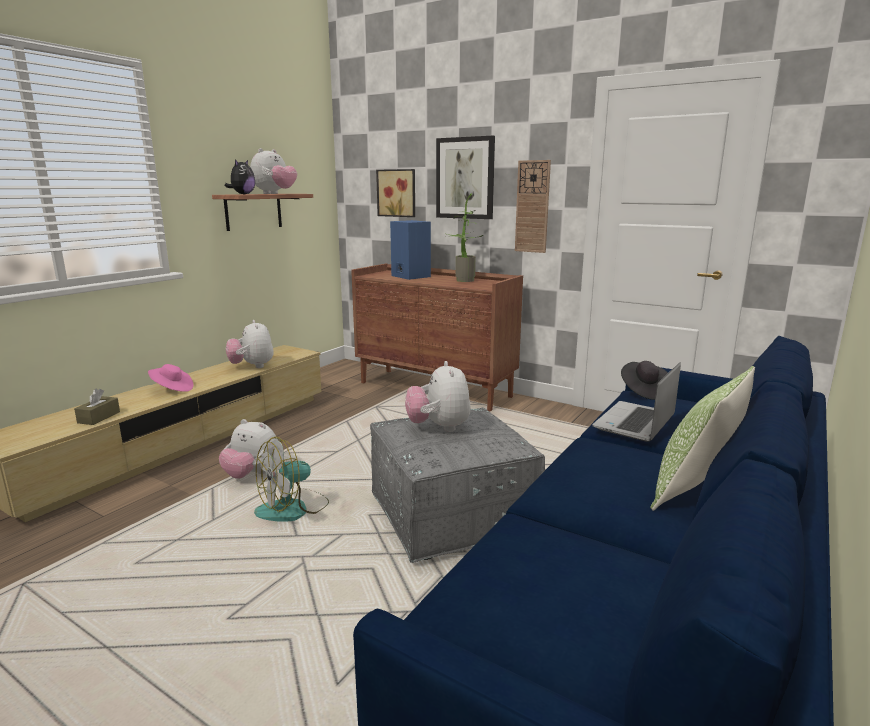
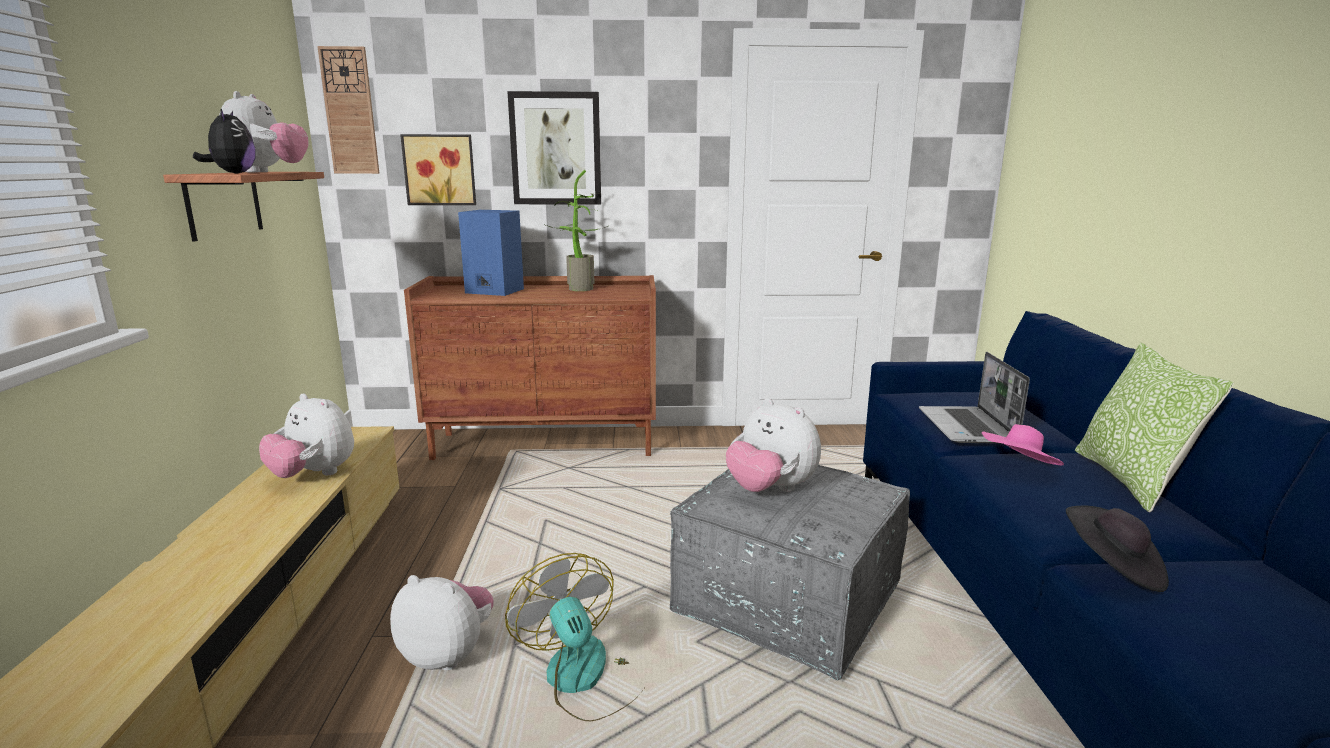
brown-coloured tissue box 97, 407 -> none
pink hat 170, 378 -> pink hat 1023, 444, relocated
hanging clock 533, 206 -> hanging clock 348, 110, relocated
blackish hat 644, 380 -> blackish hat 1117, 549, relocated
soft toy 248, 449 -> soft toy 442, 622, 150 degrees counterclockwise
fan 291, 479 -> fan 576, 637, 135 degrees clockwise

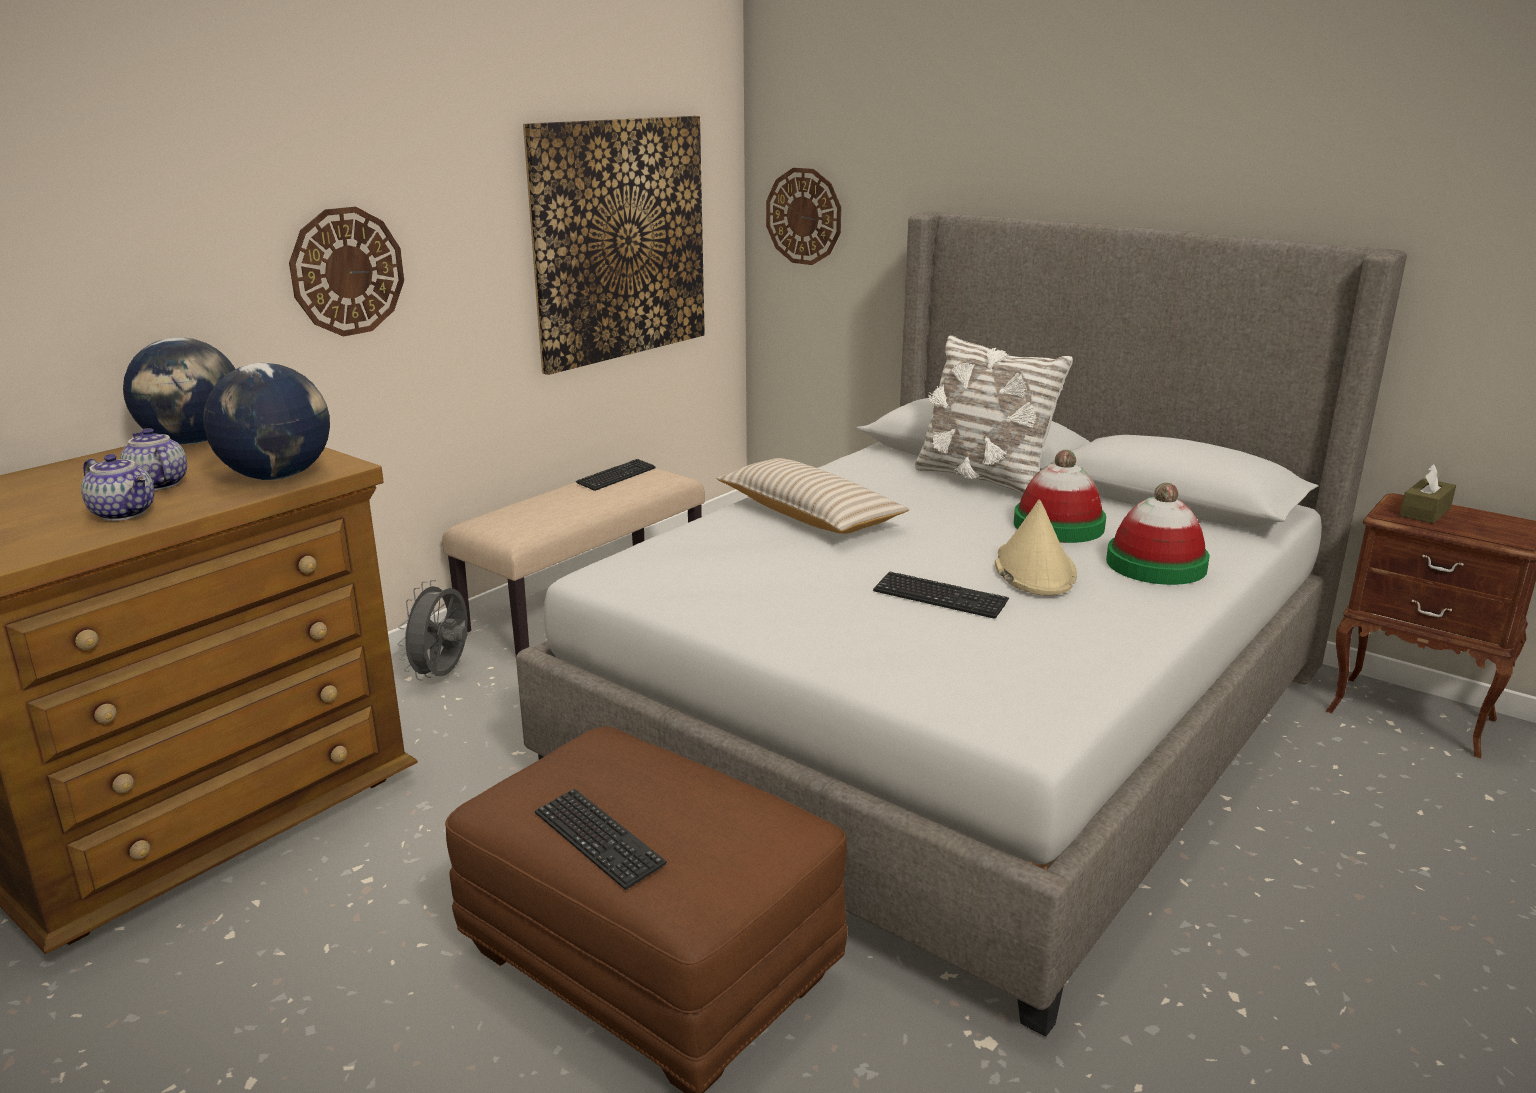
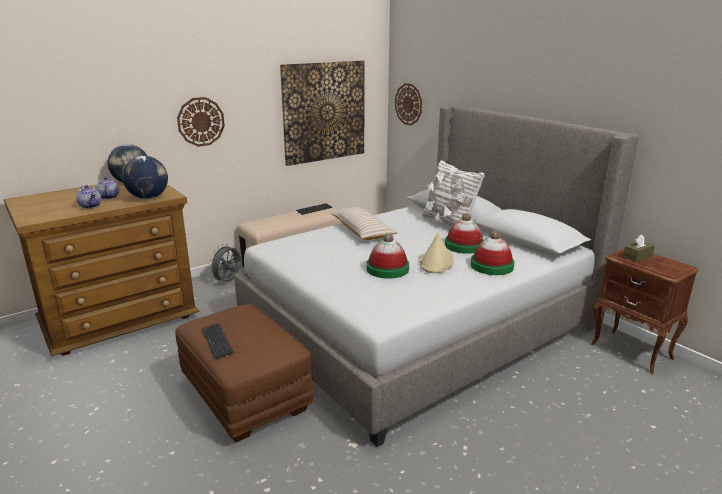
PC keyboard 941, 595 -> hat 387, 256

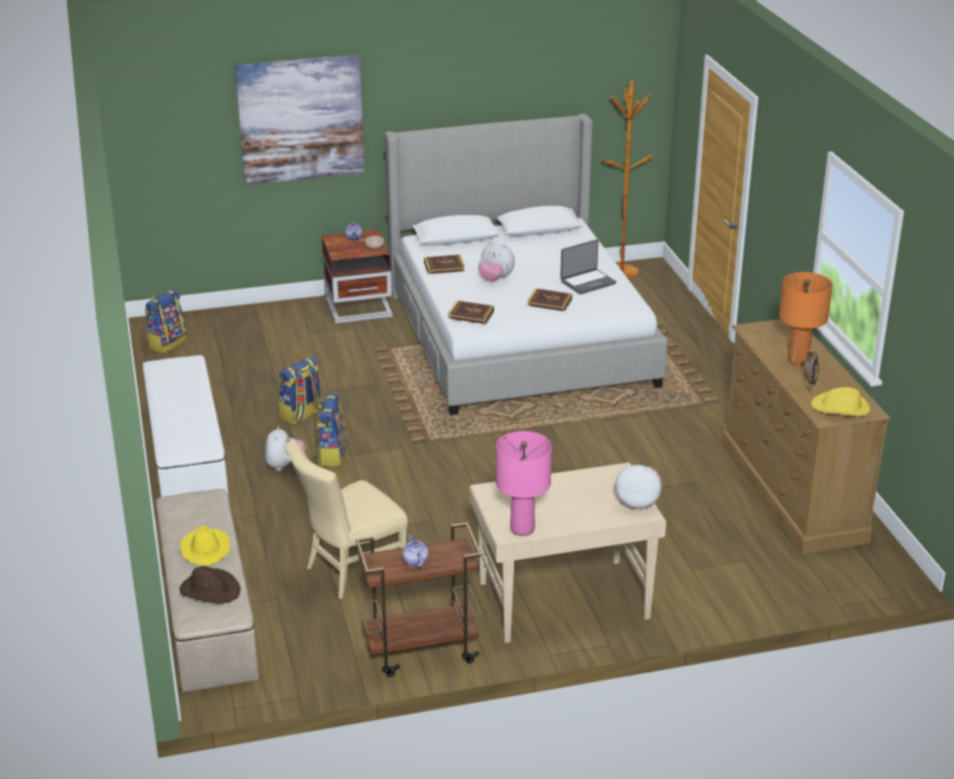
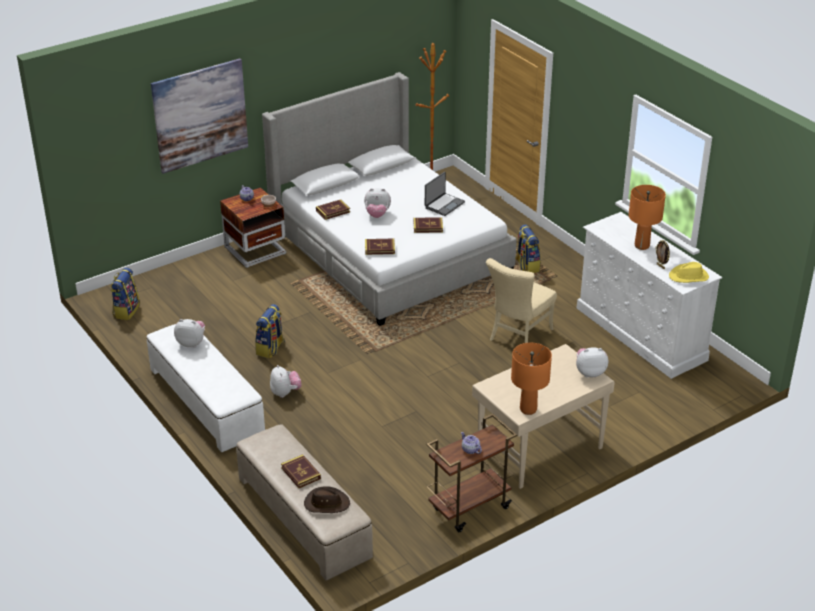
none -> soft toy 189, 333
sand-coloured upright chair 346, 520 -> sand-coloured upright chair 521, 300, relocated
backpack 330, 429 -> backpack 528, 248, relocated
yellowish hat 205, 545 -> bound book 301, 471
pink tabletop lamp 524, 483 -> orange-coloured tabletop lamp 531, 379
brown-coloured chest of drawers 805, 436 -> whitish chest of drawers 649, 295

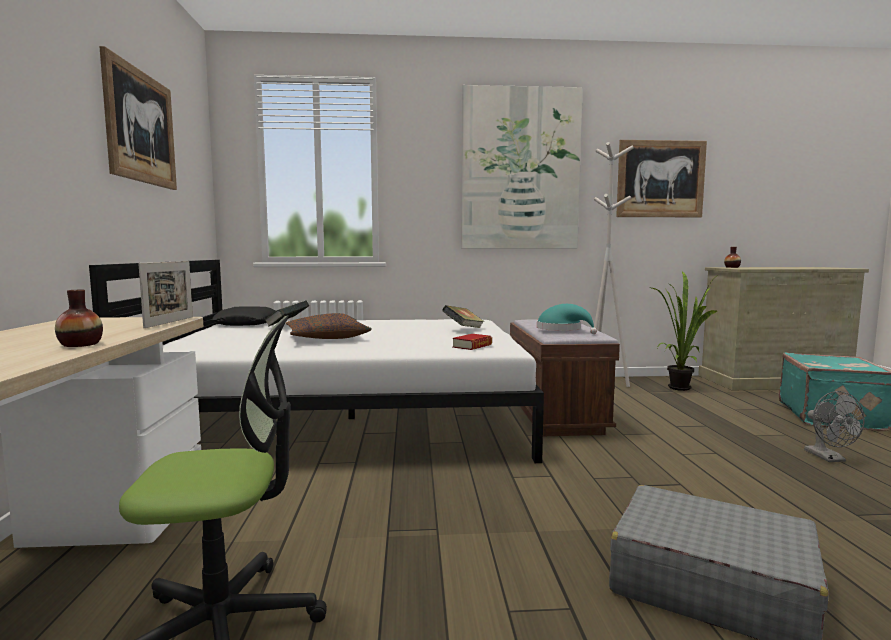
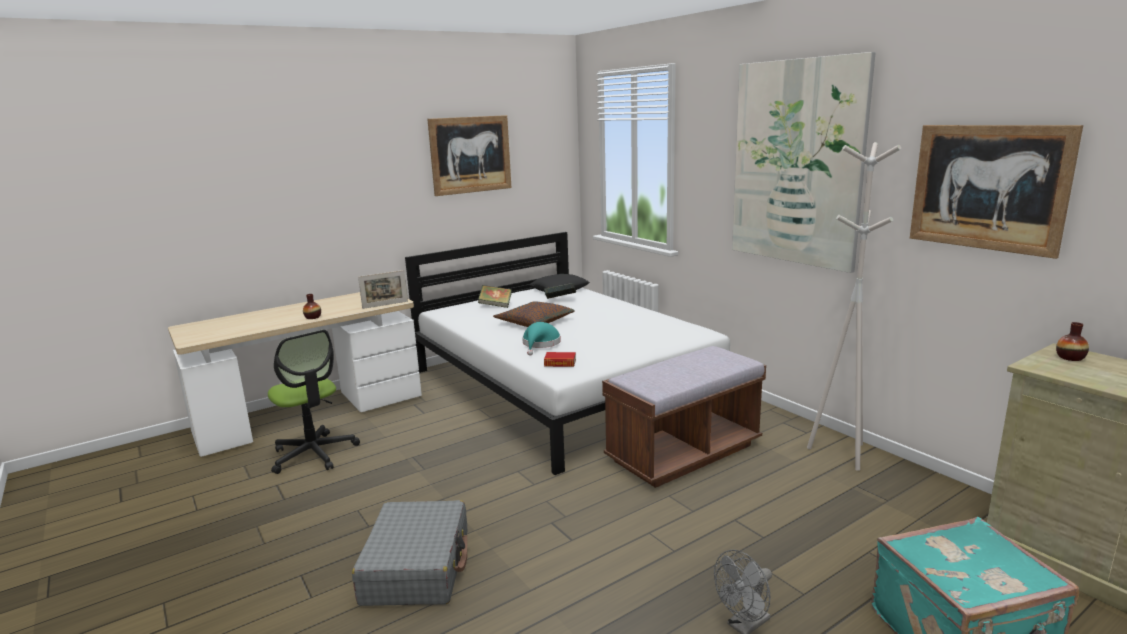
plant in a pot 683, 331 -> none
bound book 463, 316 -> bound book 495, 296, relocated
blue-green hat 567, 319 -> blue-green hat 541, 338, relocated

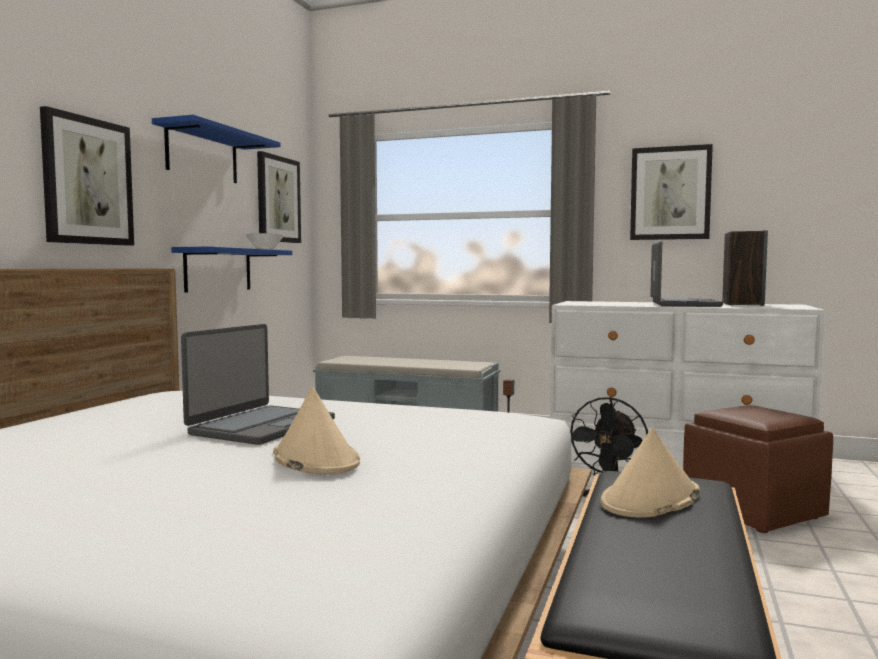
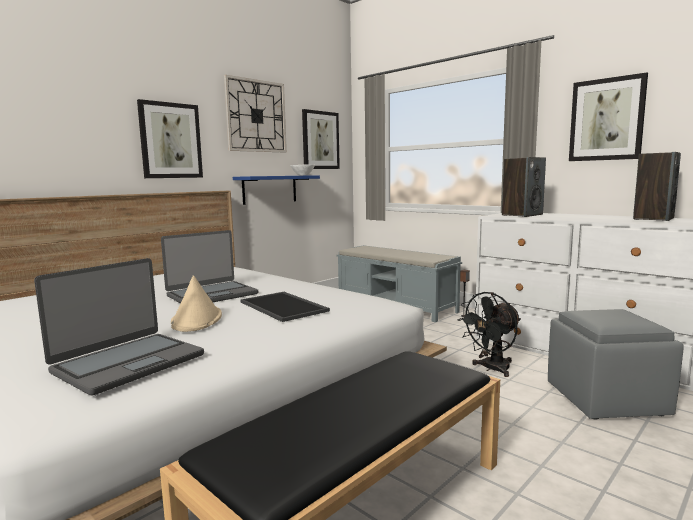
sand-coloured hat 650, 473 -> none
none -> serving tray 285, 307
none -> loudspeaker 524, 187
portable computer 686, 274 -> portable computer 119, 327, relocated
blue bracket shelf 216, 148 -> hanging clock 255, 114
brown-coloured footrest 758, 469 -> gray footrest 616, 364

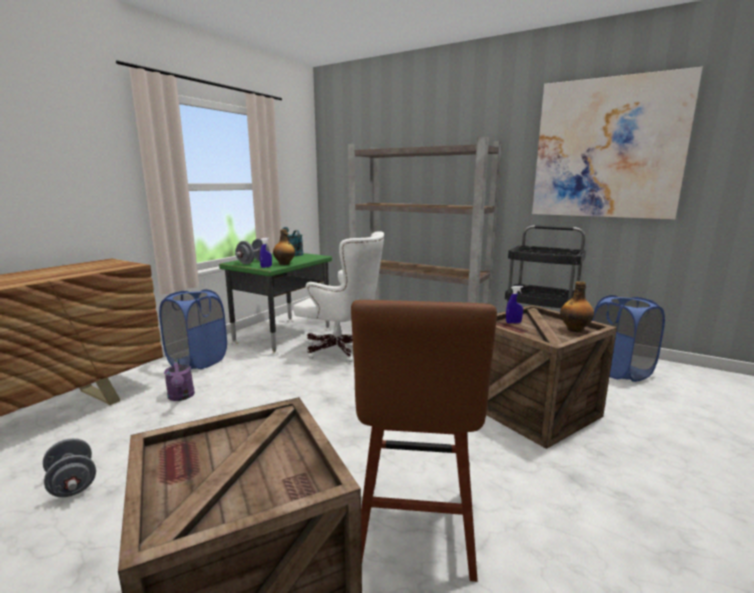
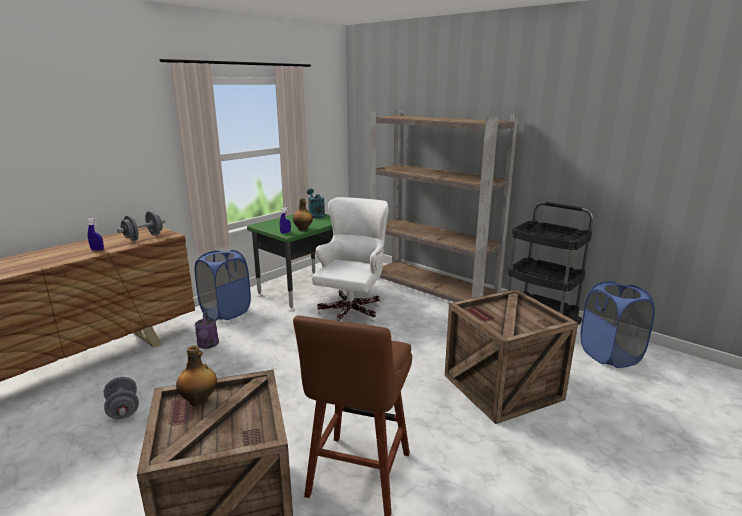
picture 617, 143 -> none
gray free weight 252, 251 -> gray free weight 141, 226, relocated
blue sprayer 514, 304 -> blue sprayer 95, 234, relocated
beverage bottle 577, 306 -> beverage bottle 196, 375, relocated
whitish office chair 338, 296 -> whitish office chair 350, 259, 105 degrees counterclockwise

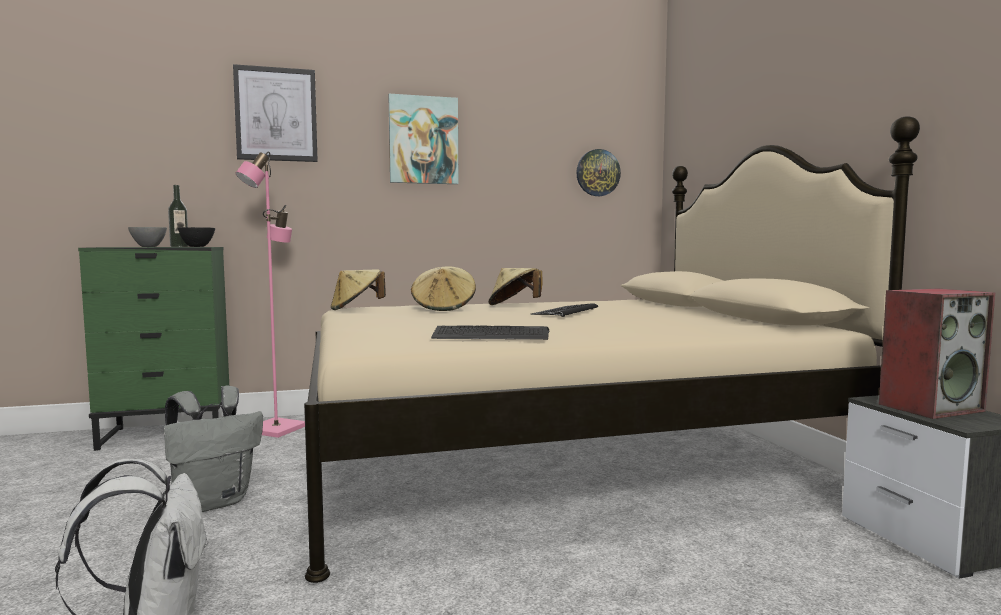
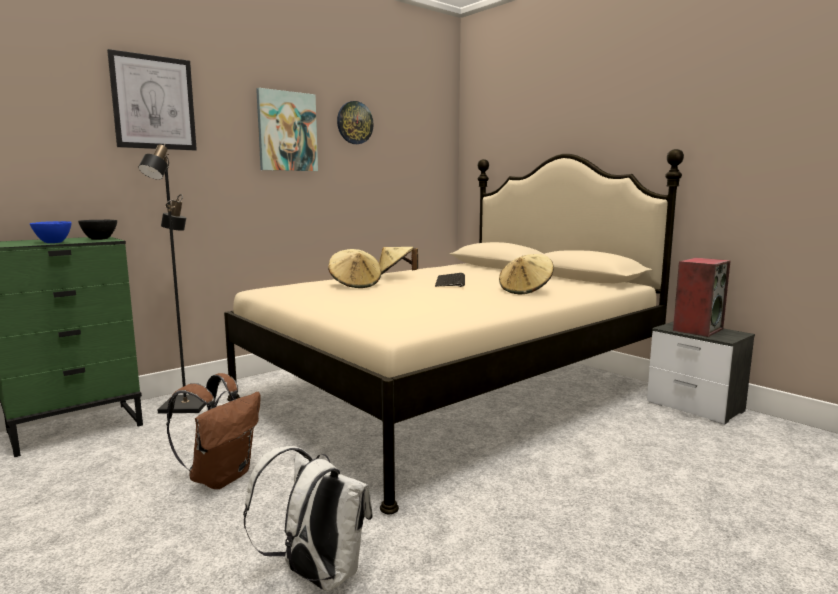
beverage bottle 178, 216 -> none
PC keyboard 490, 332 -> none
sand-coloured hat 358, 289 -> sand-coloured hat 526, 274, relocated
hanging clock 598, 172 -> hanging clock 355, 122, relocated
gray serving bowl 147, 237 -> blue serving bowl 51, 232
gray backpack 213, 449 -> brown-coloured backpack 213, 431
pink standing lamp 270, 294 -> blackish standing lamp 172, 278

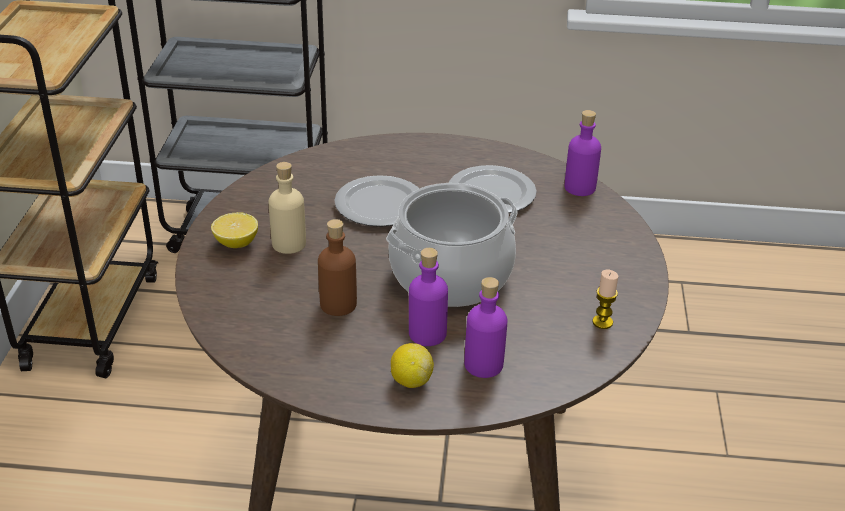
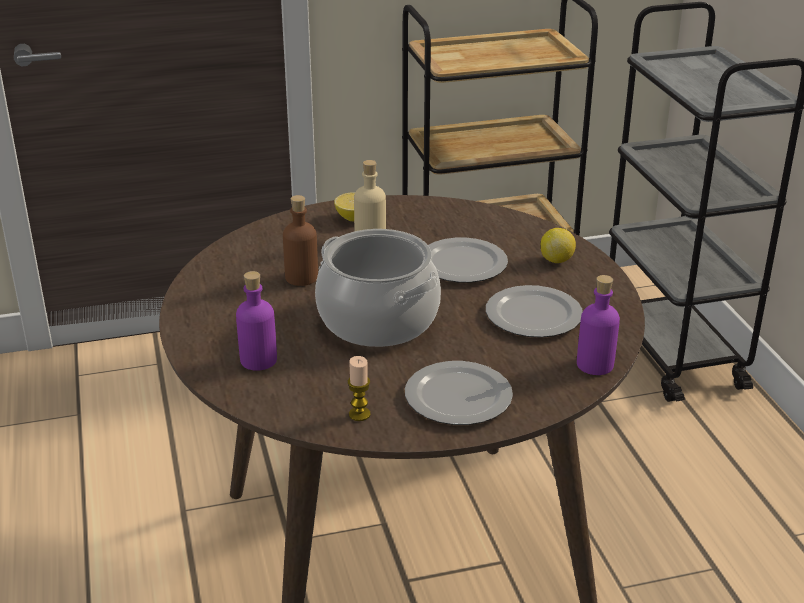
purple beverage bottle 428, 297 -> none
none -> dinner plate 459, 393
citrus fruit 412, 365 -> citrus fruit 558, 245, relocated

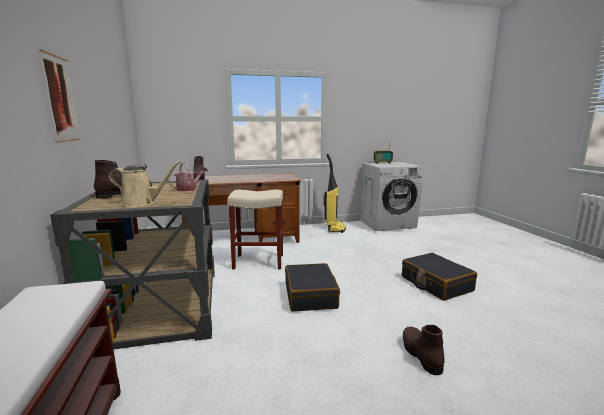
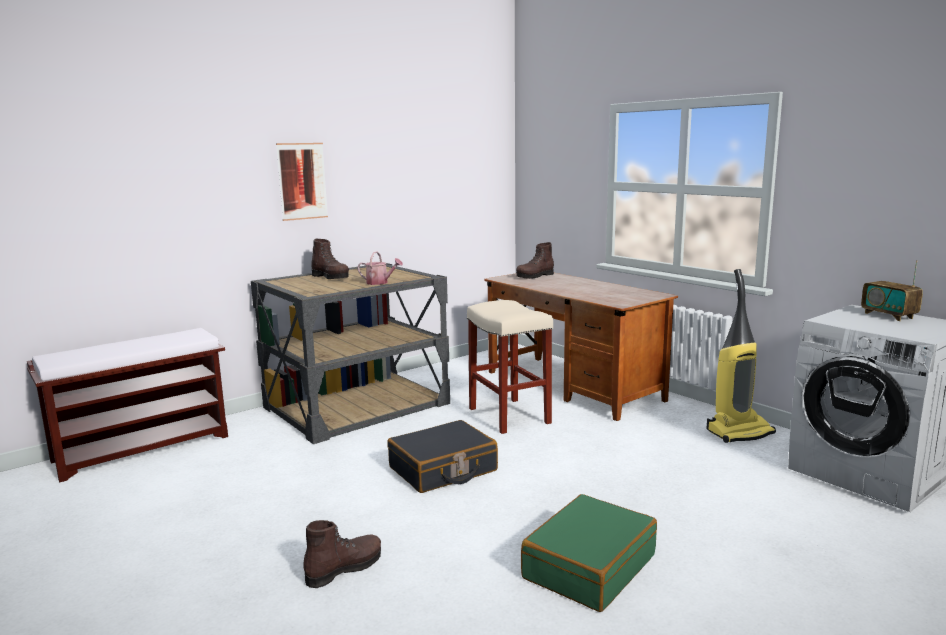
sand-coloured sprinkling can 144, 184 -> none
blackish suitcase 439, 277 -> greenish suitcase 589, 553

